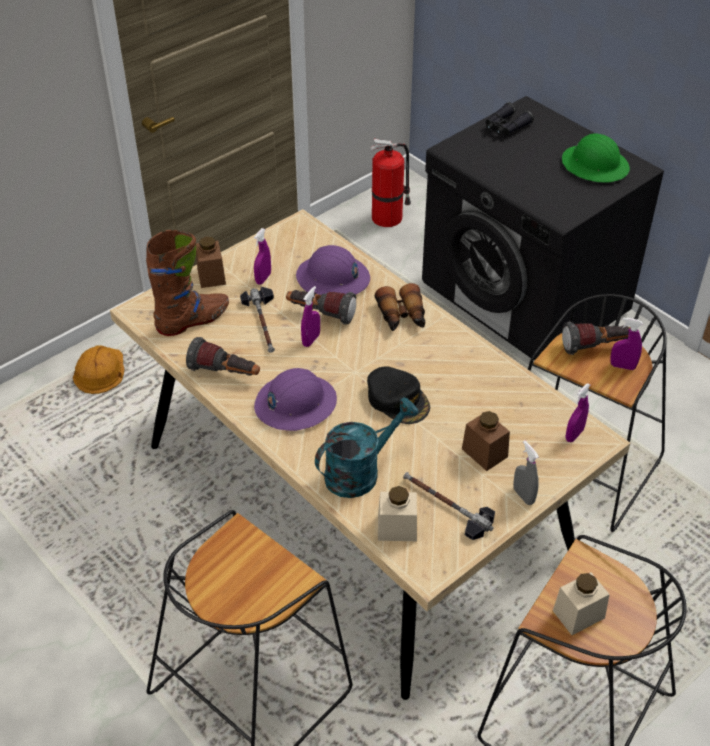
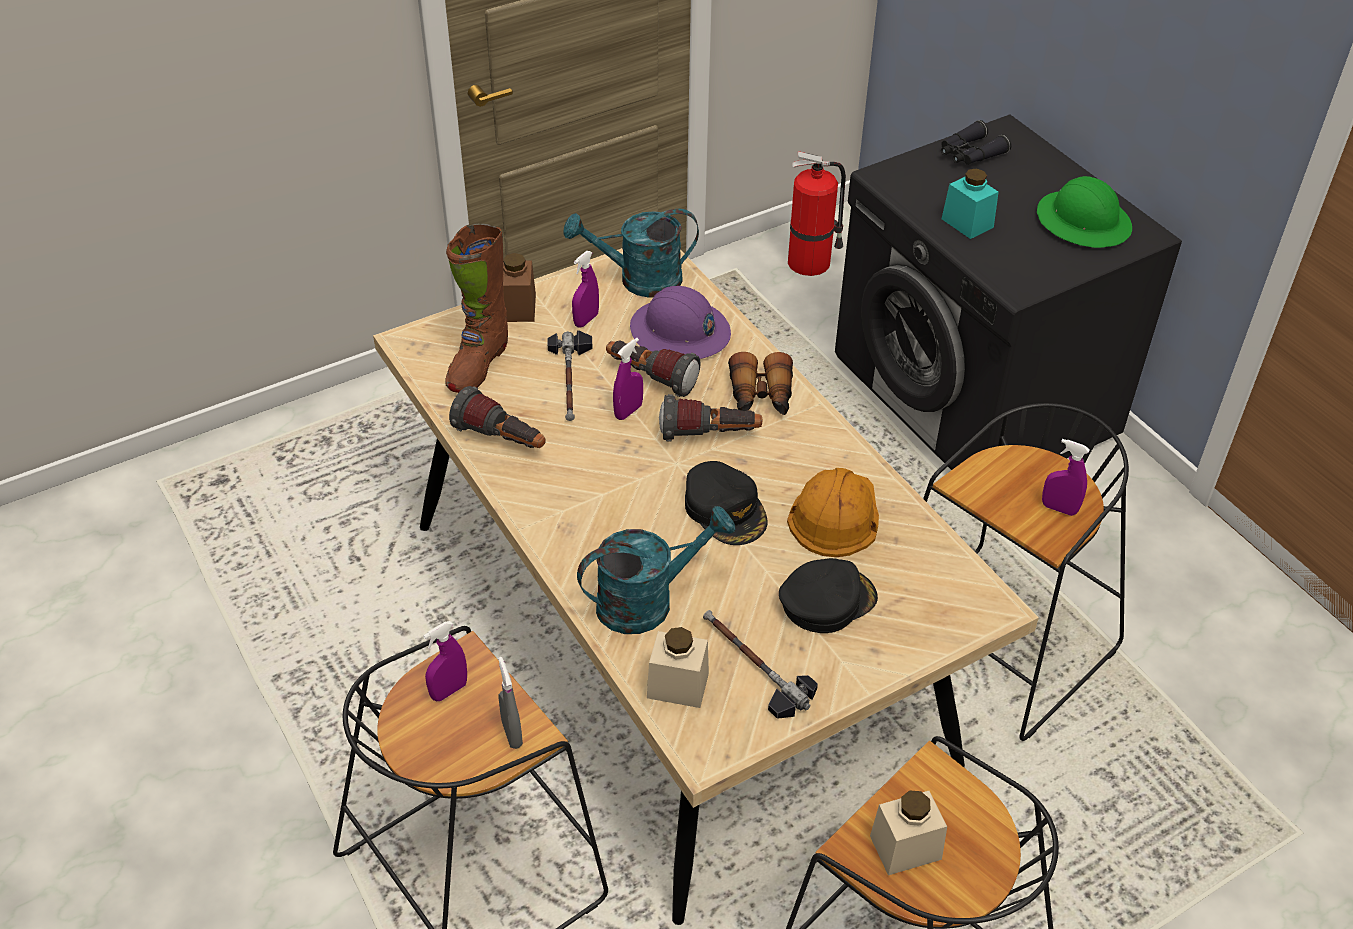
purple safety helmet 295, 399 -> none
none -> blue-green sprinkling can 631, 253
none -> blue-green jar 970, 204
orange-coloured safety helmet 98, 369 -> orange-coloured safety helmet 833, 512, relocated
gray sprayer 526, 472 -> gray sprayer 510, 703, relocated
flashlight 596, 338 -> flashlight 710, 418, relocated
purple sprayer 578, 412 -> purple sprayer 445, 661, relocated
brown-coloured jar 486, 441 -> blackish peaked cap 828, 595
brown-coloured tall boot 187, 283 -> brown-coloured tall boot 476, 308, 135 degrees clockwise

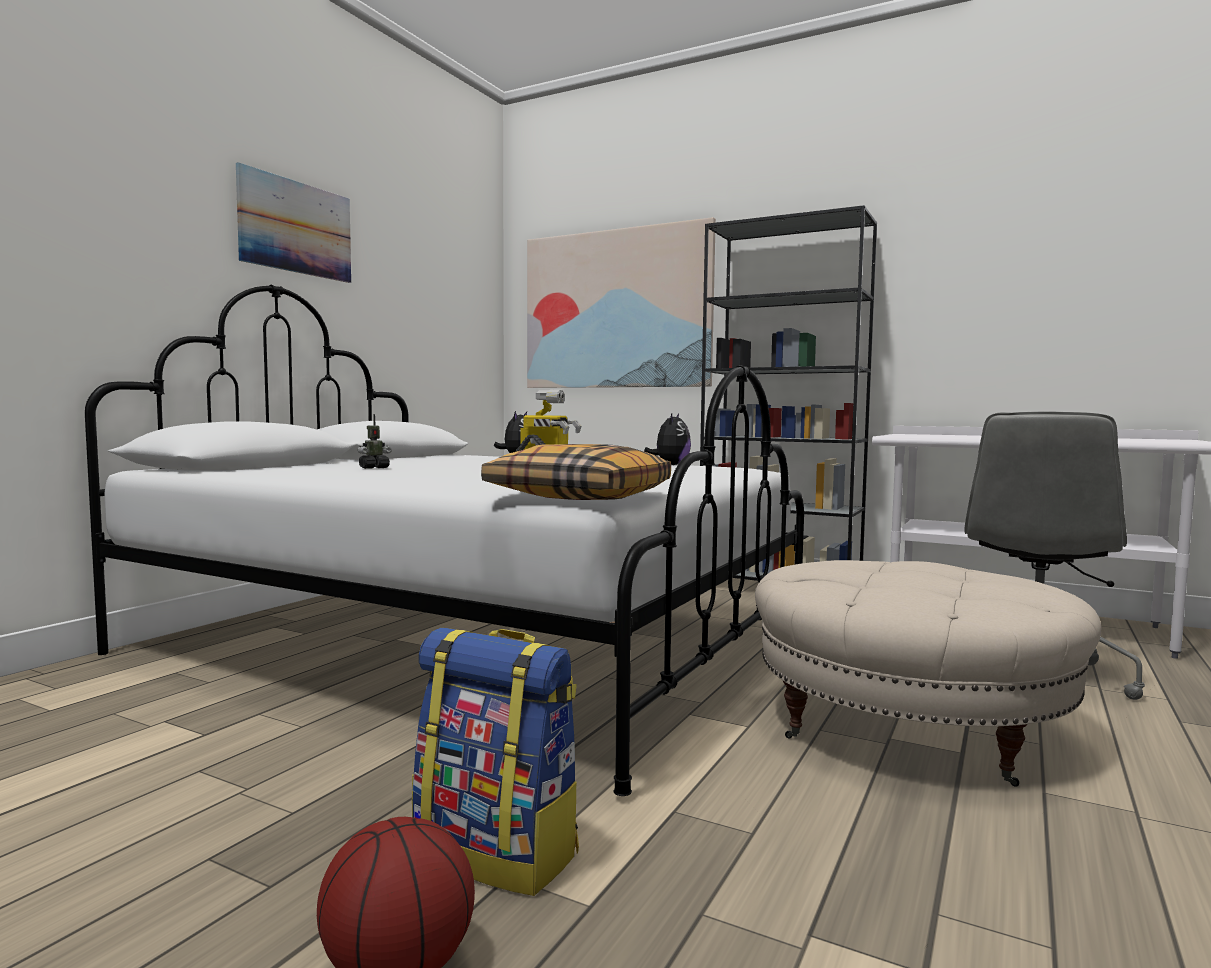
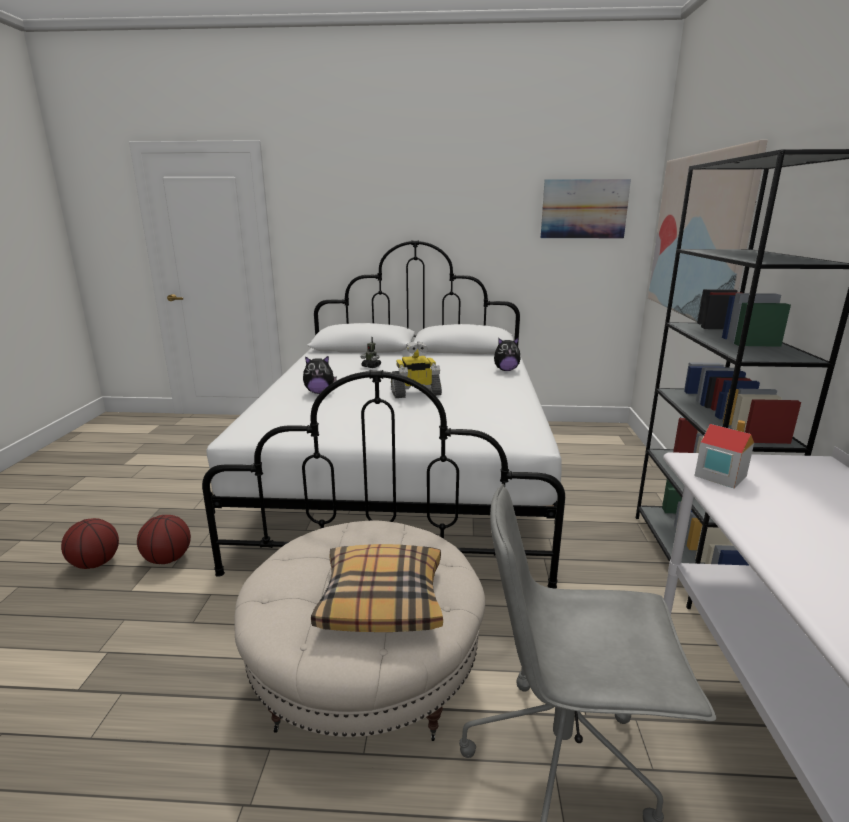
none -> model house 724, 454
picture 293, 222 -> picture 586, 208, relocated
cushion 576, 472 -> cushion 377, 588, relocated
soft toy 667, 439 -> soft toy 320, 374, relocated
backpack 495, 762 -> ball for basketball 164, 539

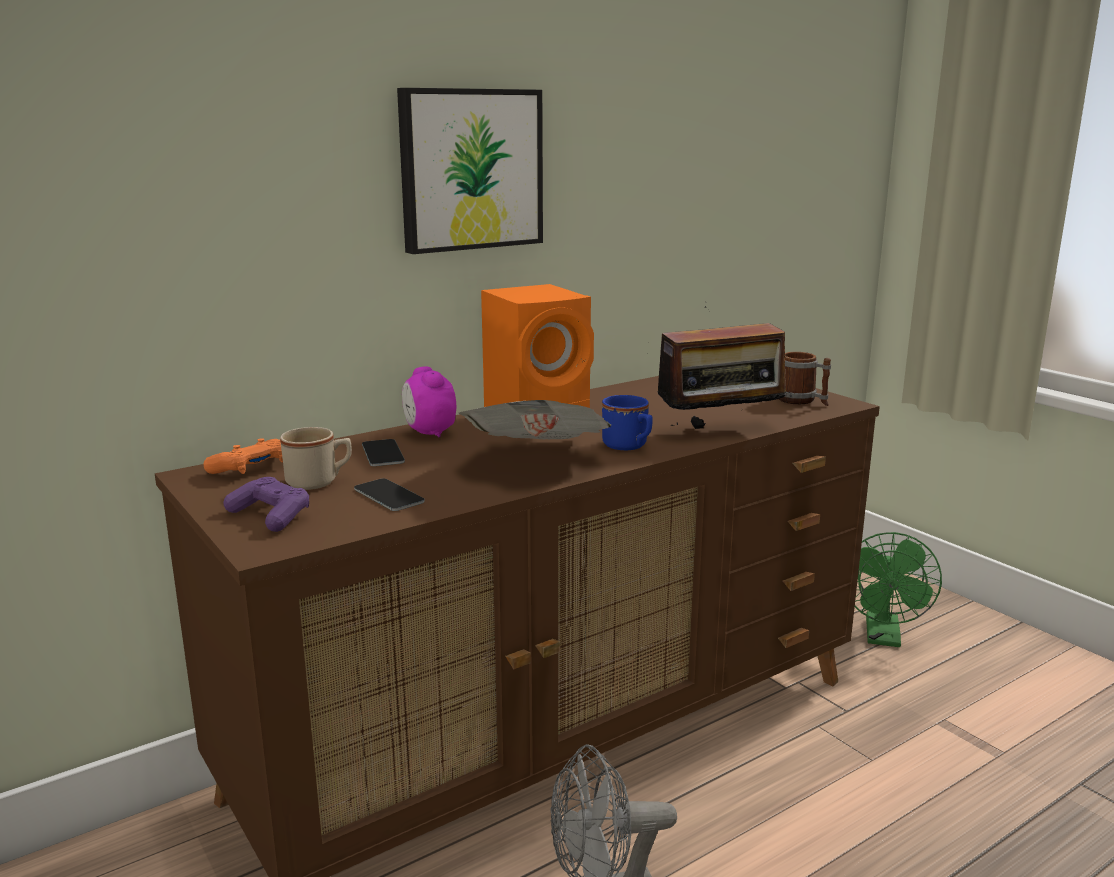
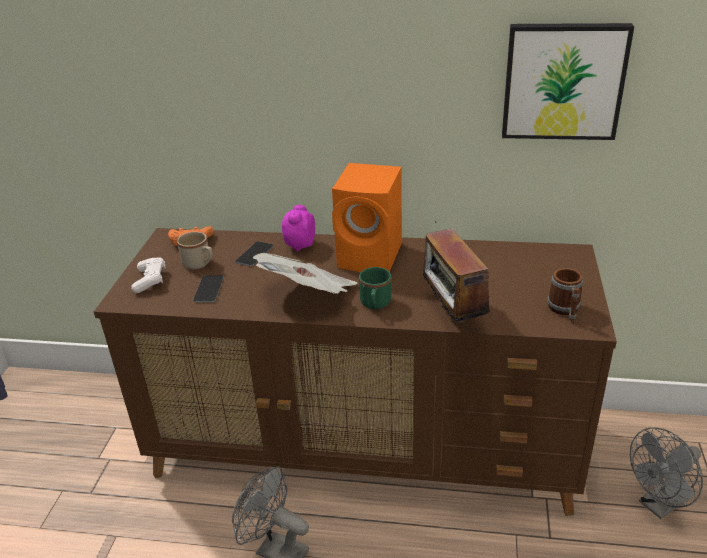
picture 470, 171 -> picture 568, 81, relocated
purple joypad 266, 504 -> whitish joypad 148, 275
blue mug 627, 422 -> greenish mug 375, 288
greenish fan 898, 589 -> gray fan 666, 473
radio 719, 367 -> radio 458, 272, 45 degrees clockwise

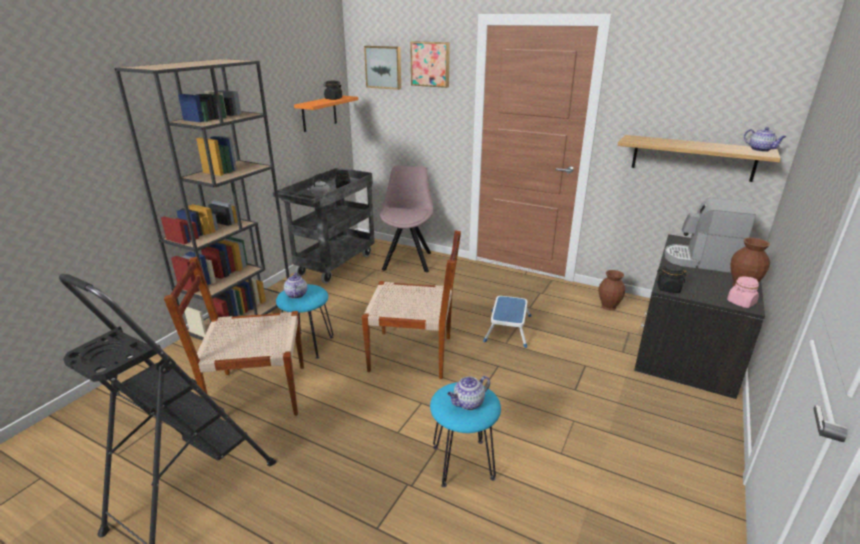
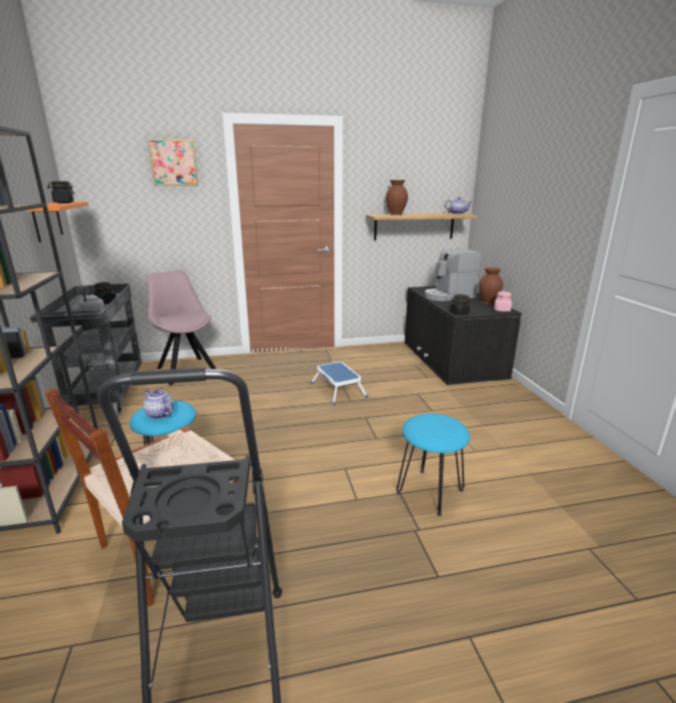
upright chair 411, 304 -> none
picture 382, 68 -> none
teapot 468, 393 -> none
brown-coloured vase 611, 290 -> brown-coloured vase 397, 197, relocated

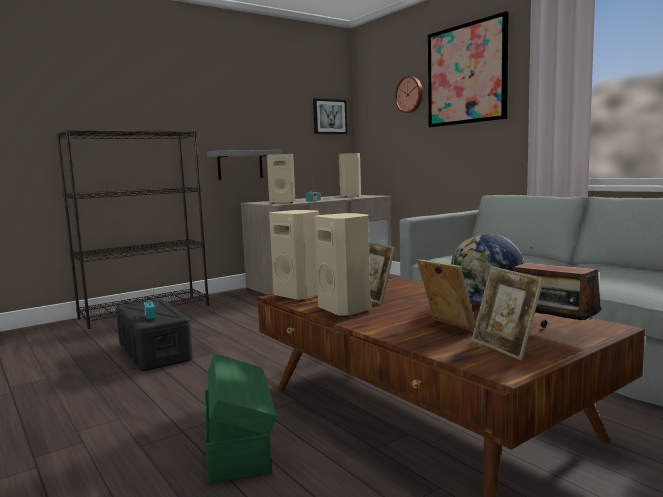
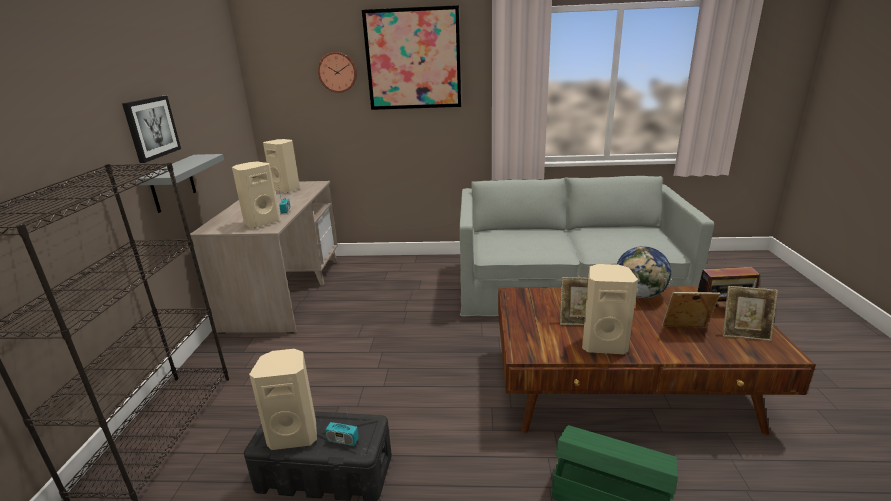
sand-coloured loudspeaker 294, 255 -> sand-coloured loudspeaker 283, 399, relocated
picture 330, 116 -> picture 151, 129, relocated

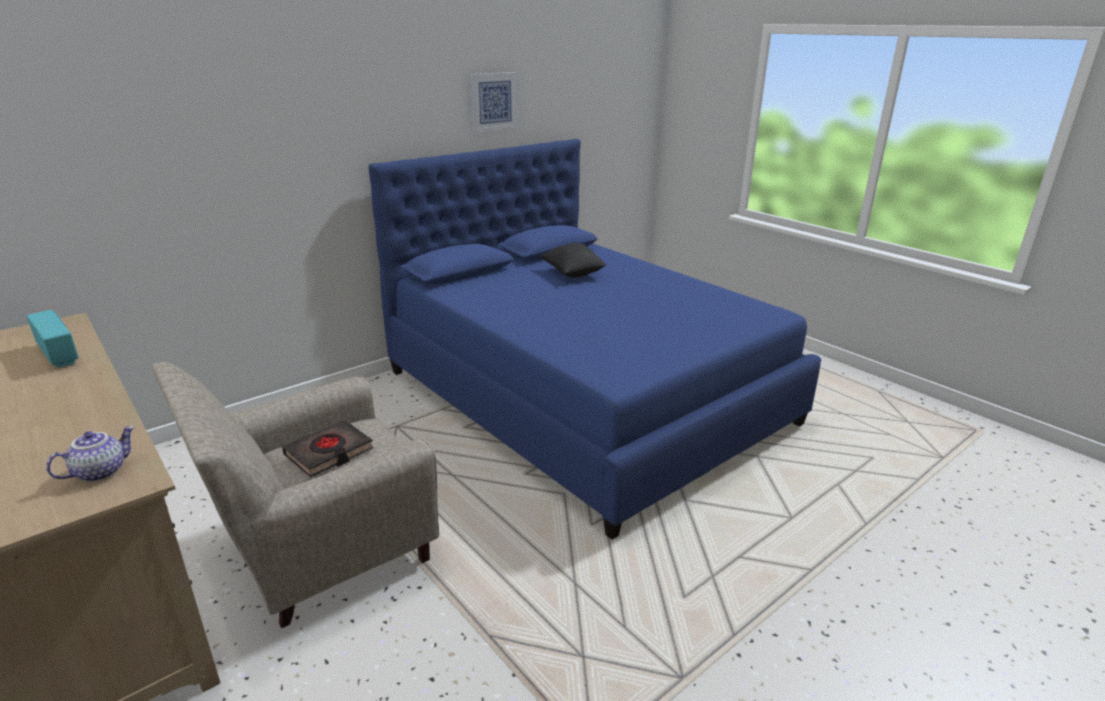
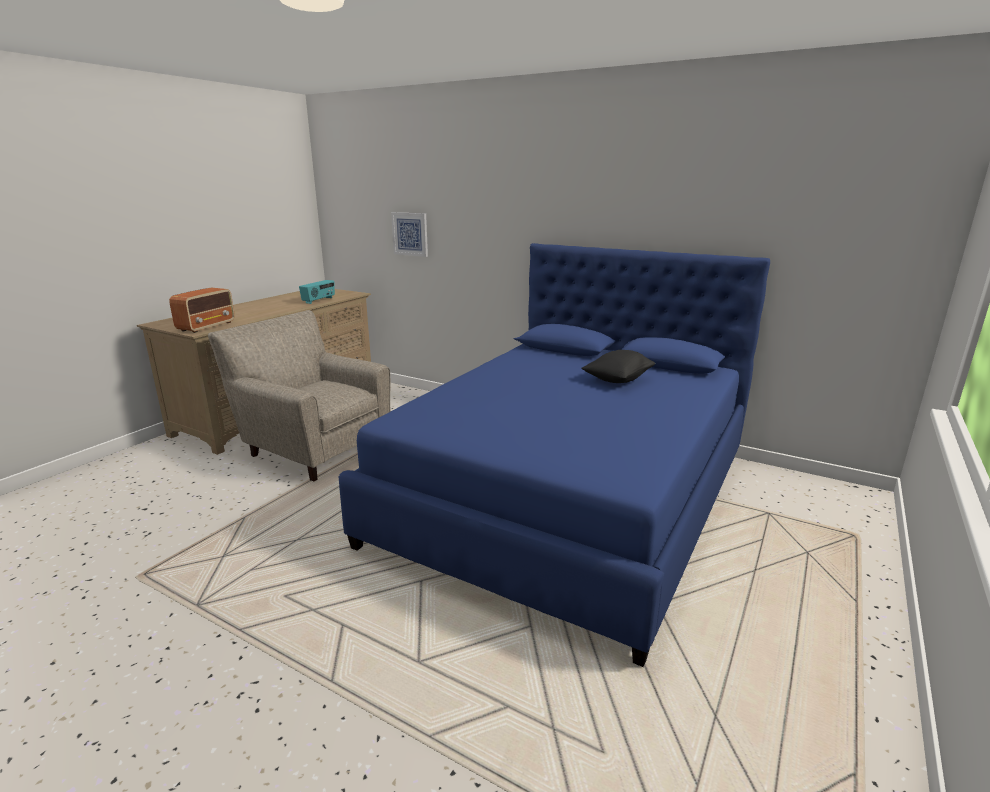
blackish bound book 328, 448 -> none
picture 494, 102 -> picture 409, 234, relocated
teapot 90, 454 -> radio 202, 310

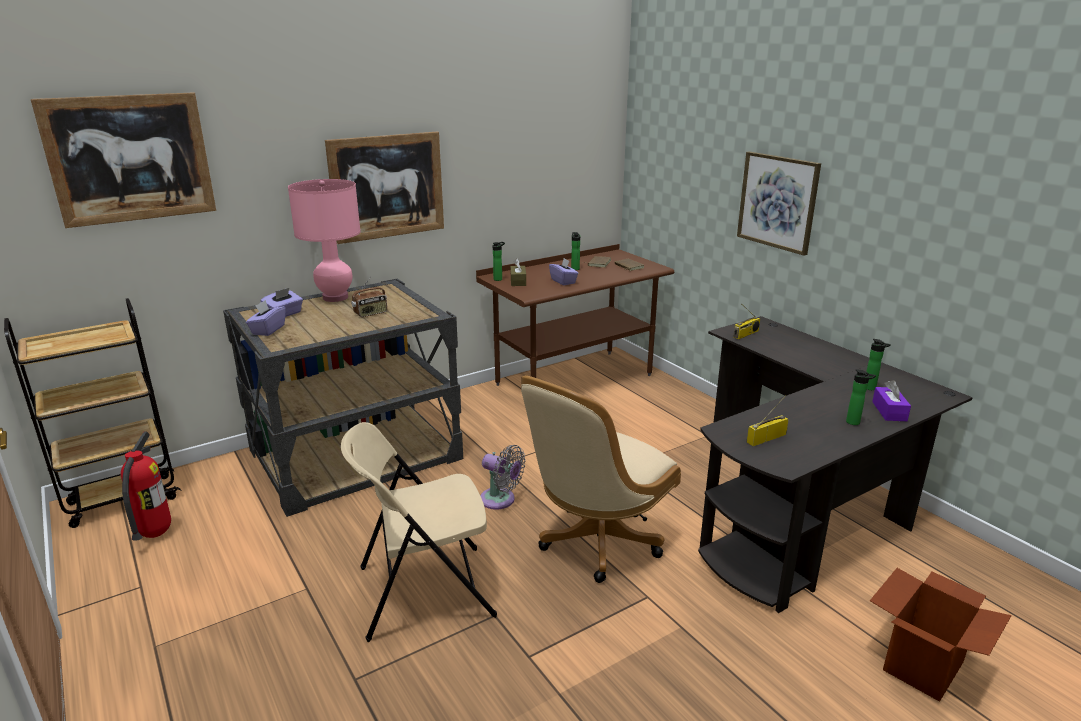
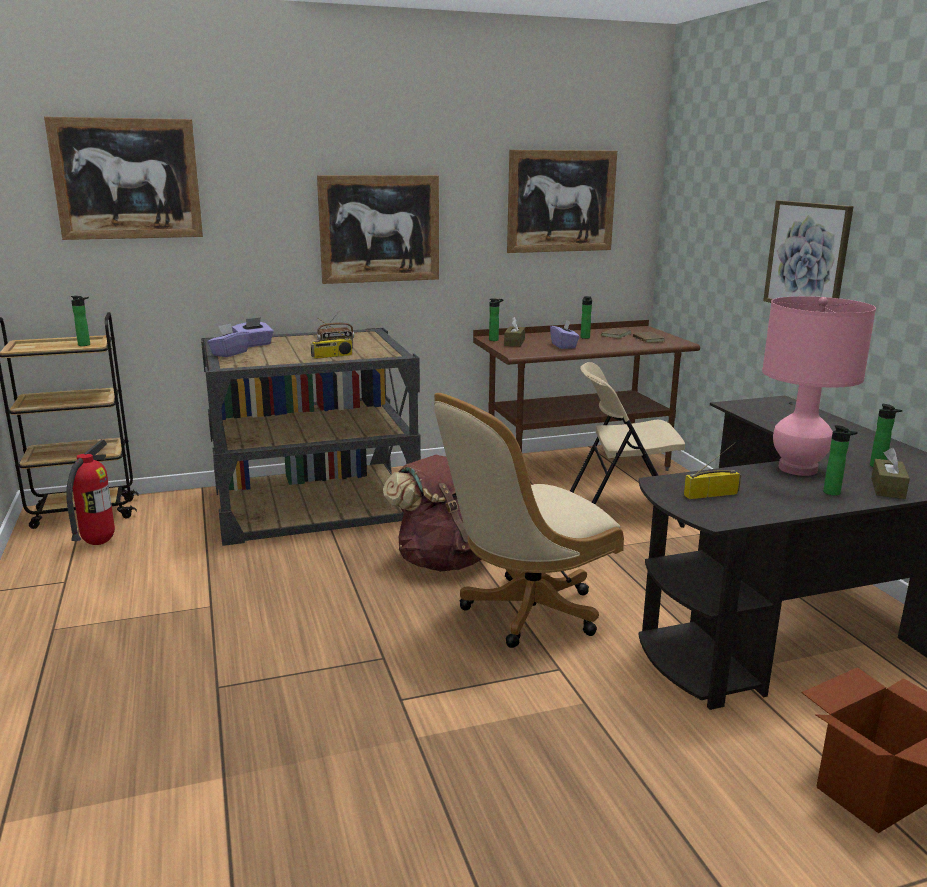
none -> beverage bottle 80, 321
none -> picture 562, 201
pink tabletop lamp 324, 240 -> pink tabletop lamp 819, 386, relocated
sand-coloured upright chair 419, 532 -> sand-coloured upright chair 627, 445, relocated
radio 746, 323 -> radio 331, 338, relocated
gray fan 503, 477 -> brown-coloured backpack 432, 513
purple tissue box 891, 400 -> brown-coloured tissue box 890, 473

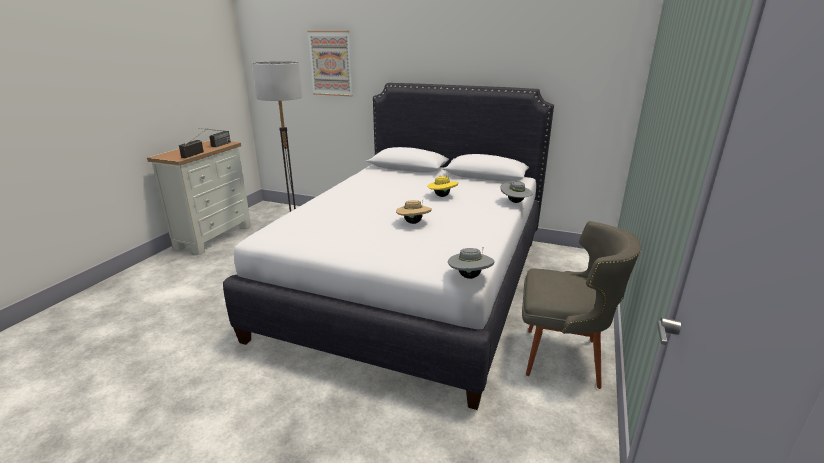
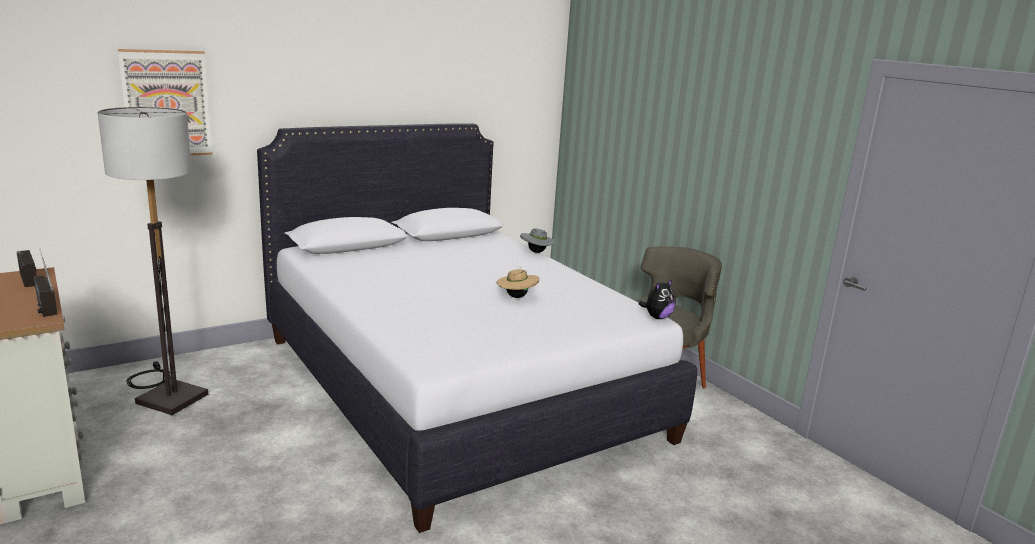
yellowish hat 442, 186 -> none
gray hat 471, 263 -> soft toy 657, 299

